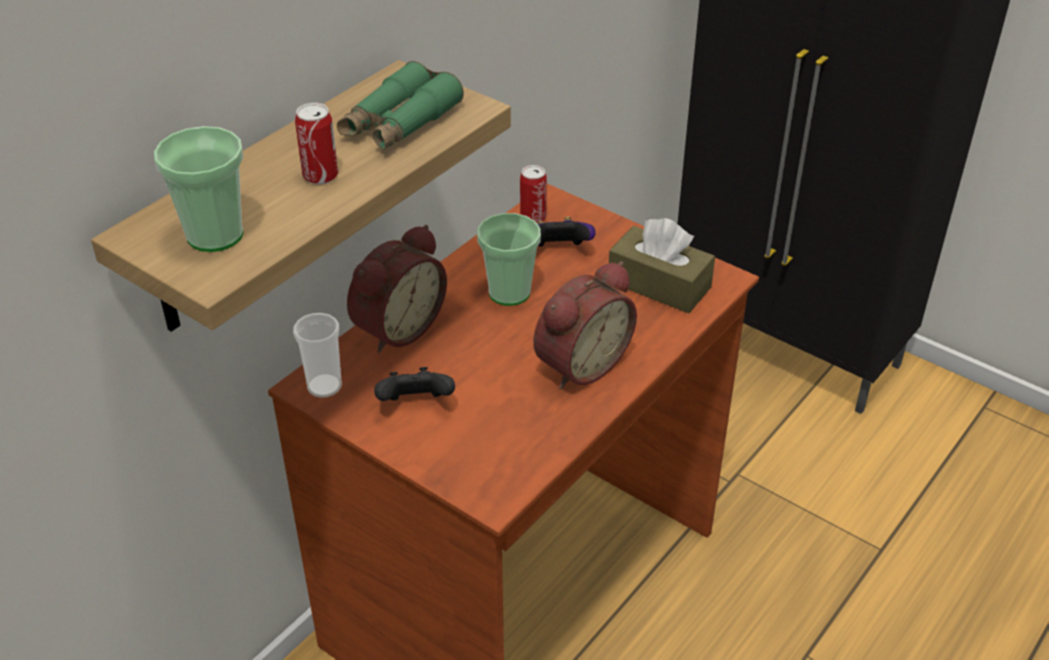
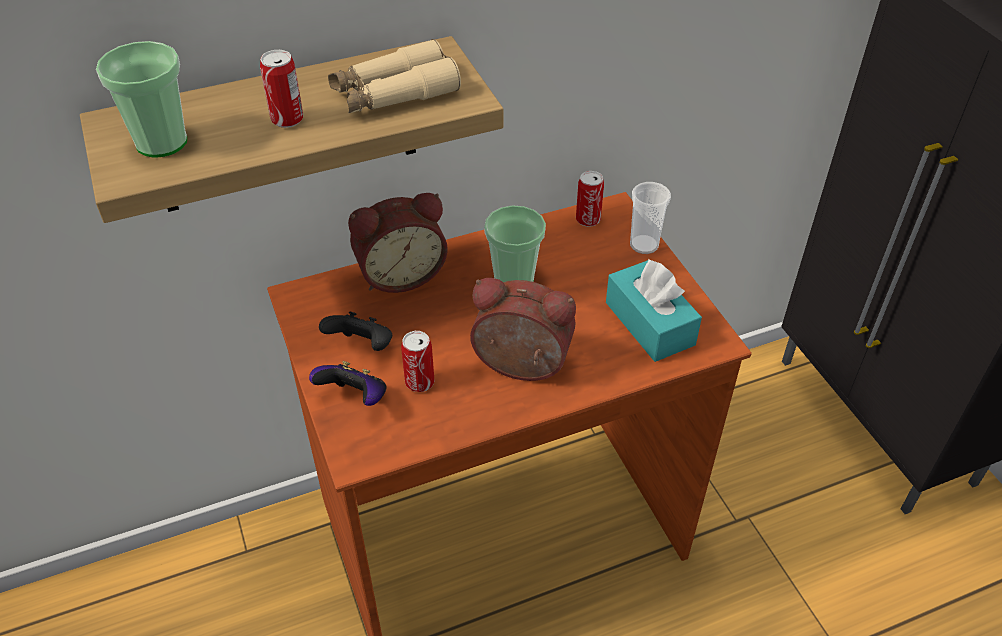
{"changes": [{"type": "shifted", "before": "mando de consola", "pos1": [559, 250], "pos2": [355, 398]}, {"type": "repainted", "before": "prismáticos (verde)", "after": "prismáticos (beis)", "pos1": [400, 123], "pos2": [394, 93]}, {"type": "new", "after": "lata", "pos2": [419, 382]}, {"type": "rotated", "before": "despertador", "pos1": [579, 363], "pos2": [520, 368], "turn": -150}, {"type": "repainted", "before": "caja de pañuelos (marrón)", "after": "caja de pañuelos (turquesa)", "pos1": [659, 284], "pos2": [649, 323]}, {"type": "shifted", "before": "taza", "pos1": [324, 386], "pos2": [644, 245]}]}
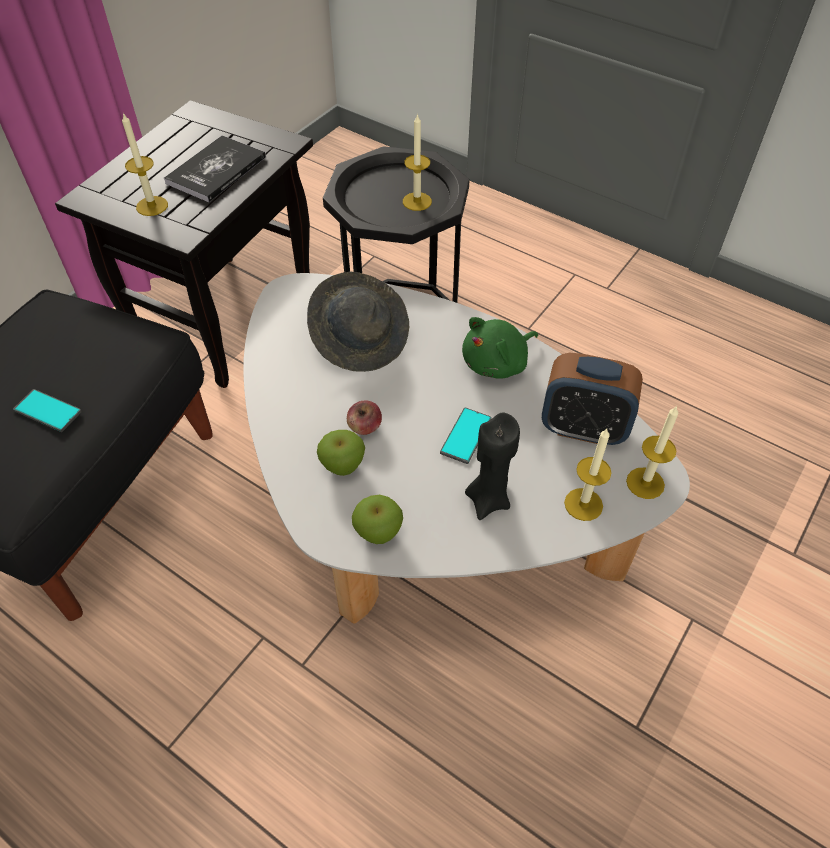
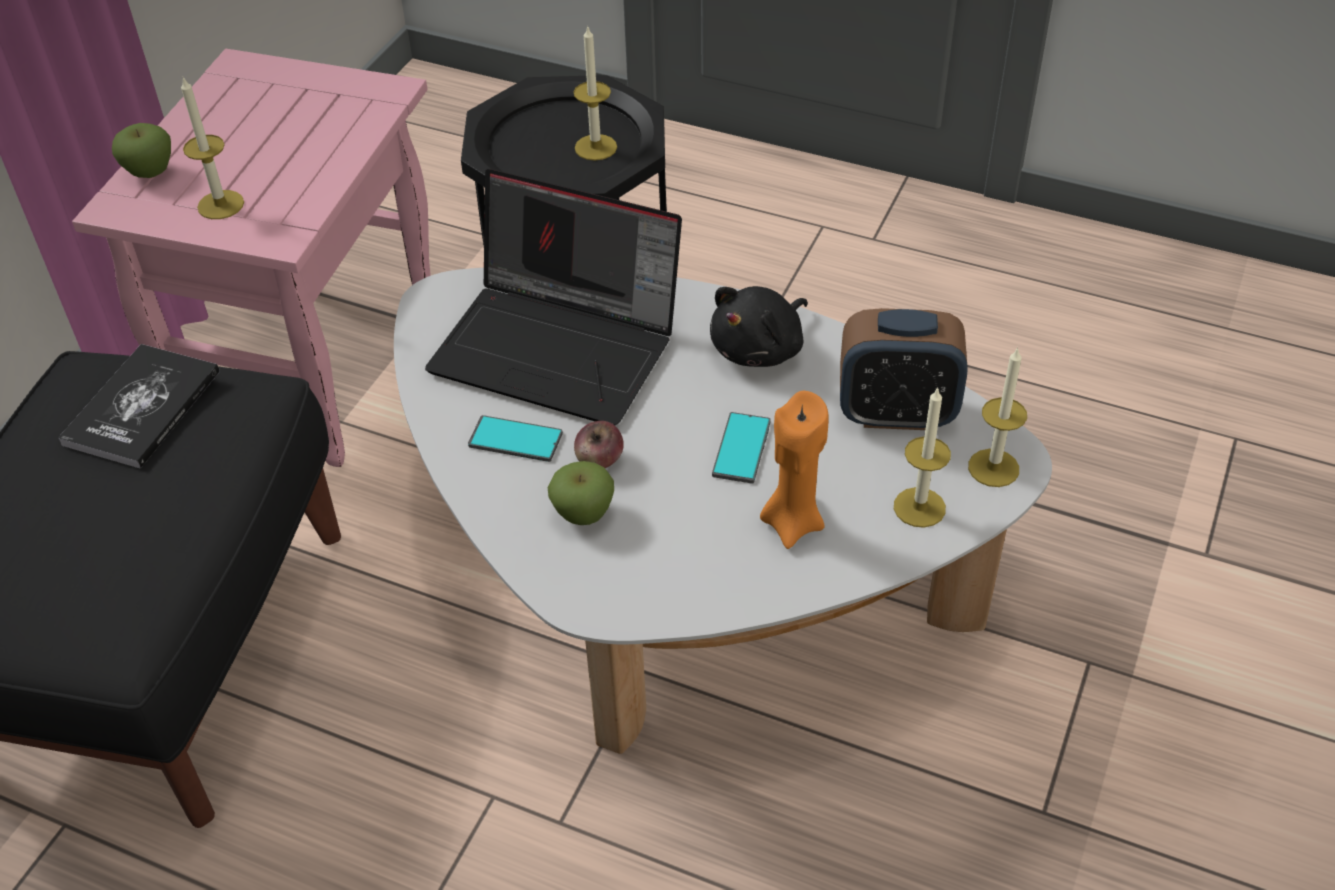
{"changes": [{"type": "shifted", "before": "libro", "pos1": [216, 170], "pos2": [142, 408]}, {"type": "repainted", "before": "mesa auxiliar (negro)", "after": "mesa auxiliar (rosa)", "pos1": [225, 321], "pos2": [314, 371]}, {"type": "shifted", "before": "manzana", "pos1": [378, 532], "pos2": [150, 172]}, {"type": "swapped", "before": "sombrero (gris)", "after": "portátil", "pos1": [360, 339], "pos2": [561, 346]}, {"type": "shifted", "before": "móvil", "pos1": [47, 411], "pos2": [515, 440]}, {"type": "repainted", "before": "peluche (verde)", "after": "peluche (negro)", "pos1": [497, 363], "pos2": [760, 349]}, {"type": "repainted", "before": "vela (negro)", "after": "vela (naranja)", "pos1": [488, 499], "pos2": [792, 522]}]}
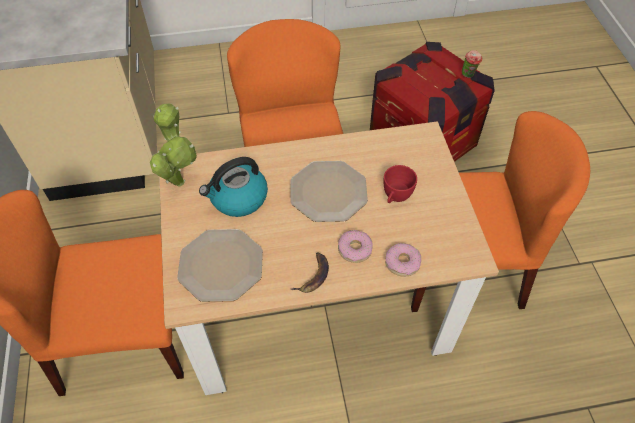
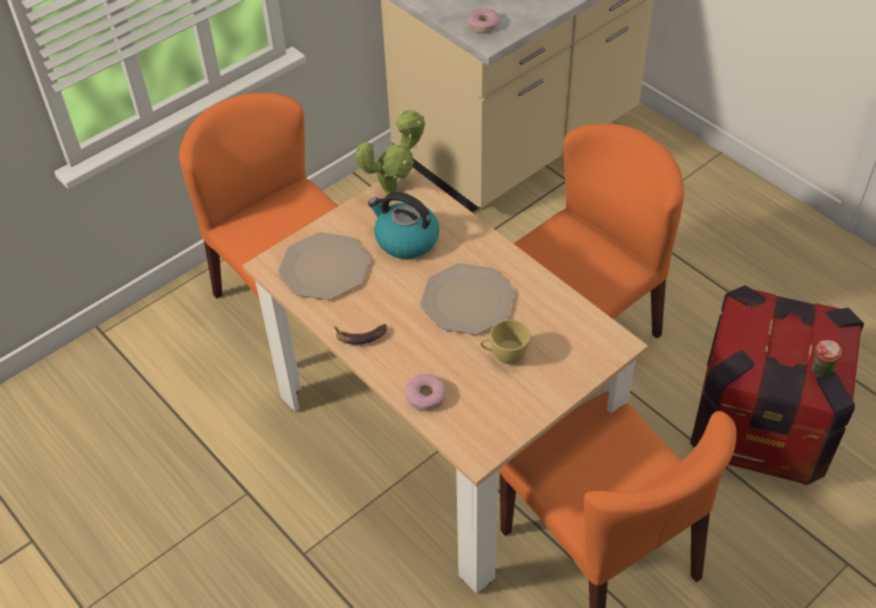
{"changes": [{"type": "shifted", "before": "rosquilla", "pos1": [354, 249], "pos2": [483, 25]}, {"type": "repainted", "before": "taza (rojo)", "after": "taza (amarillo)", "pos1": [395, 197], "pos2": [504, 355]}]}
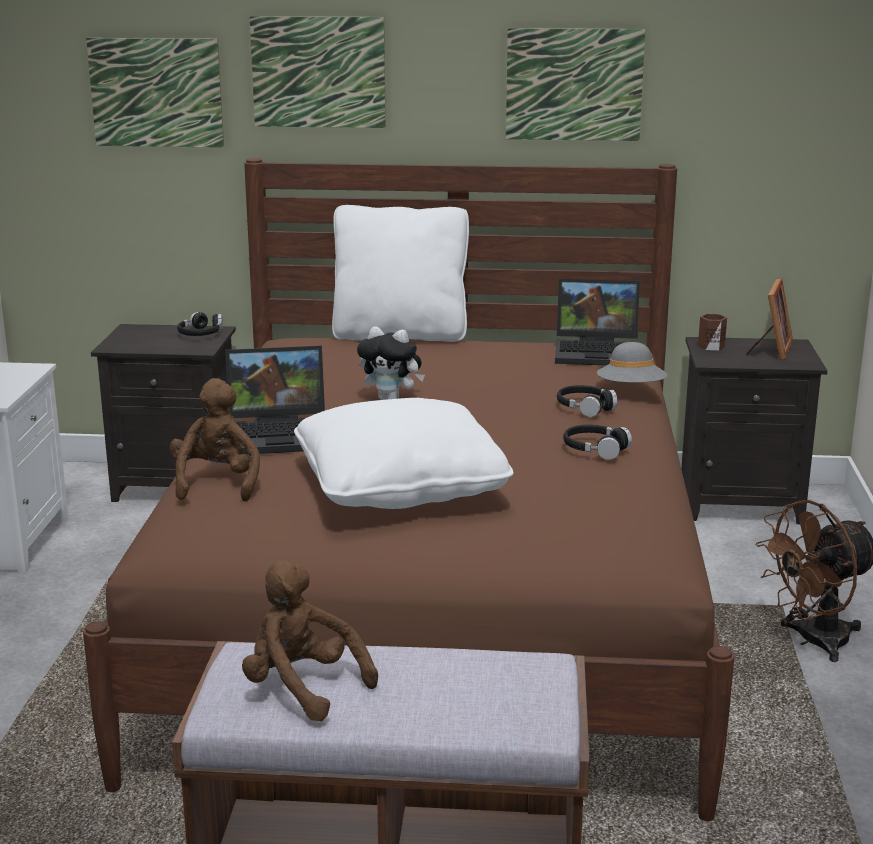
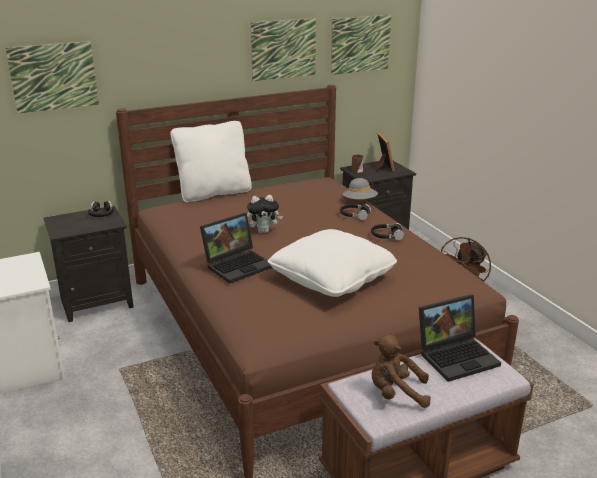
{"changes": [{"type": "shifted", "before": "cuadro", "pos1": [318, 72], "pos2": [360, 44]}, {"type": "shifted", "before": "portátil", "pos1": [598, 352], "pos2": [457, 355]}, {"type": "gone", "before": "peluche (marrón)", "pos1": [217, 483]}]}
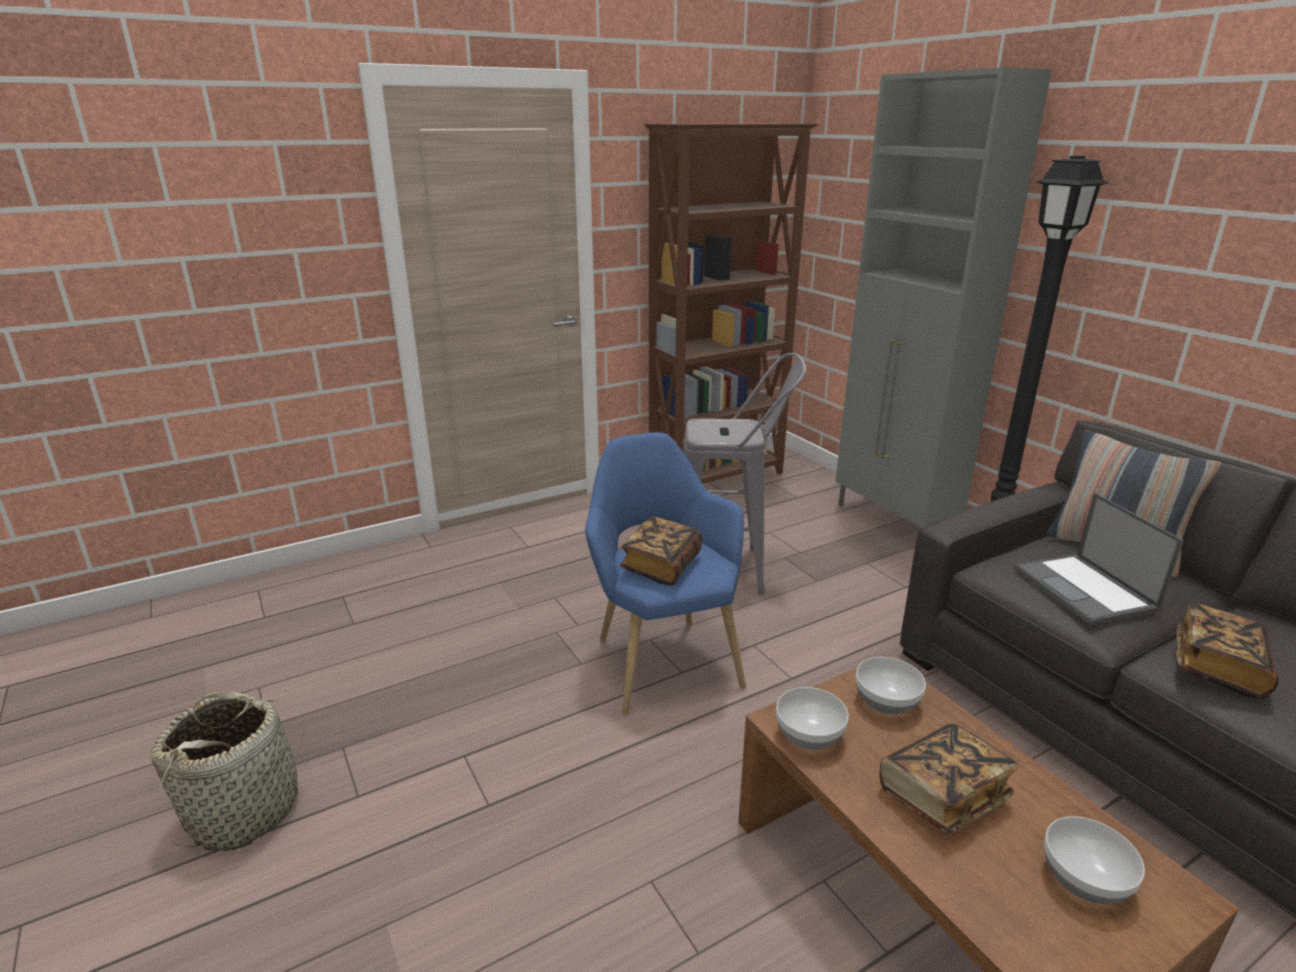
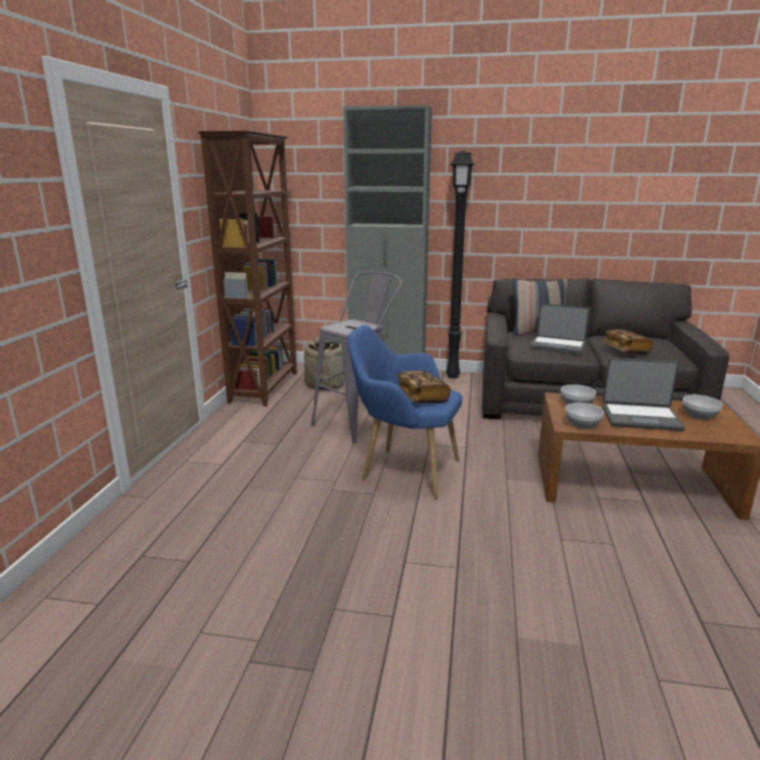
{"changes": [{"type": "shifted", "before": "cesta", "pos1": [245, 809], "pos2": [325, 385]}, {"type": "swapped", "before": "libro", "after": "portátil", "pos1": [942, 795], "pos2": [640, 417]}]}
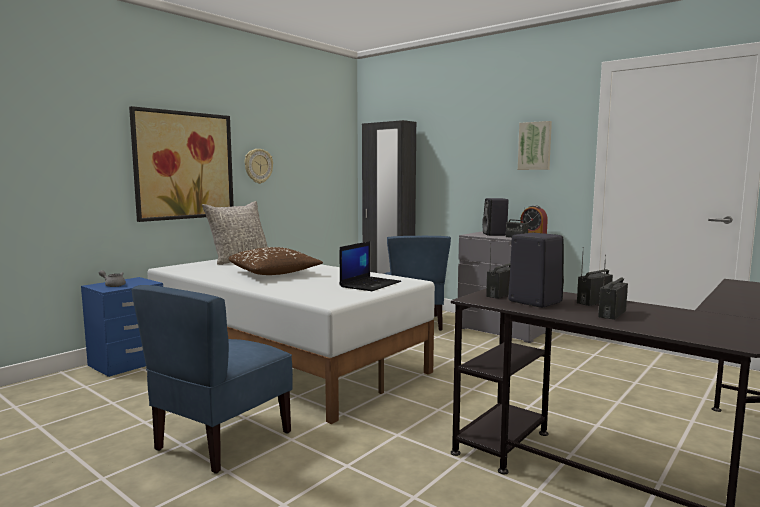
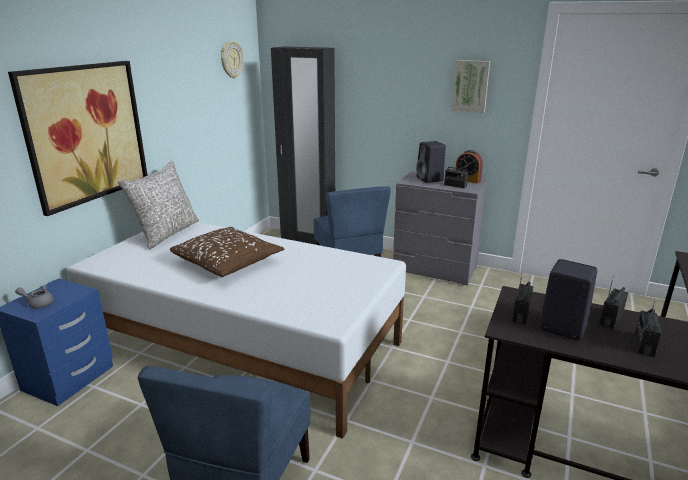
{"changes": [{"type": "shifted", "before": "reloj de pared", "pos1": [258, 166], "pos2": [231, 59]}, {"type": "gone", "before": "portátil", "pos1": [370, 284]}]}
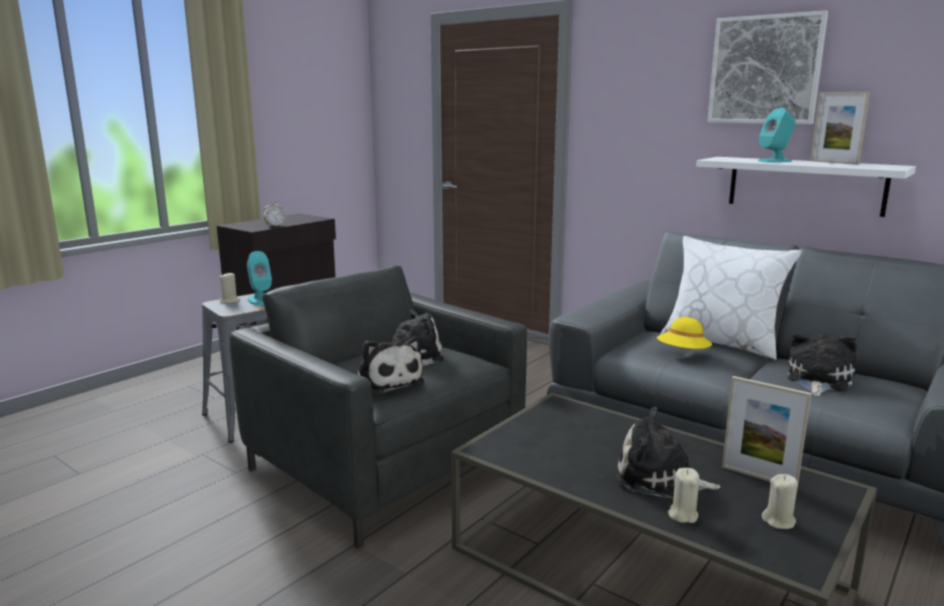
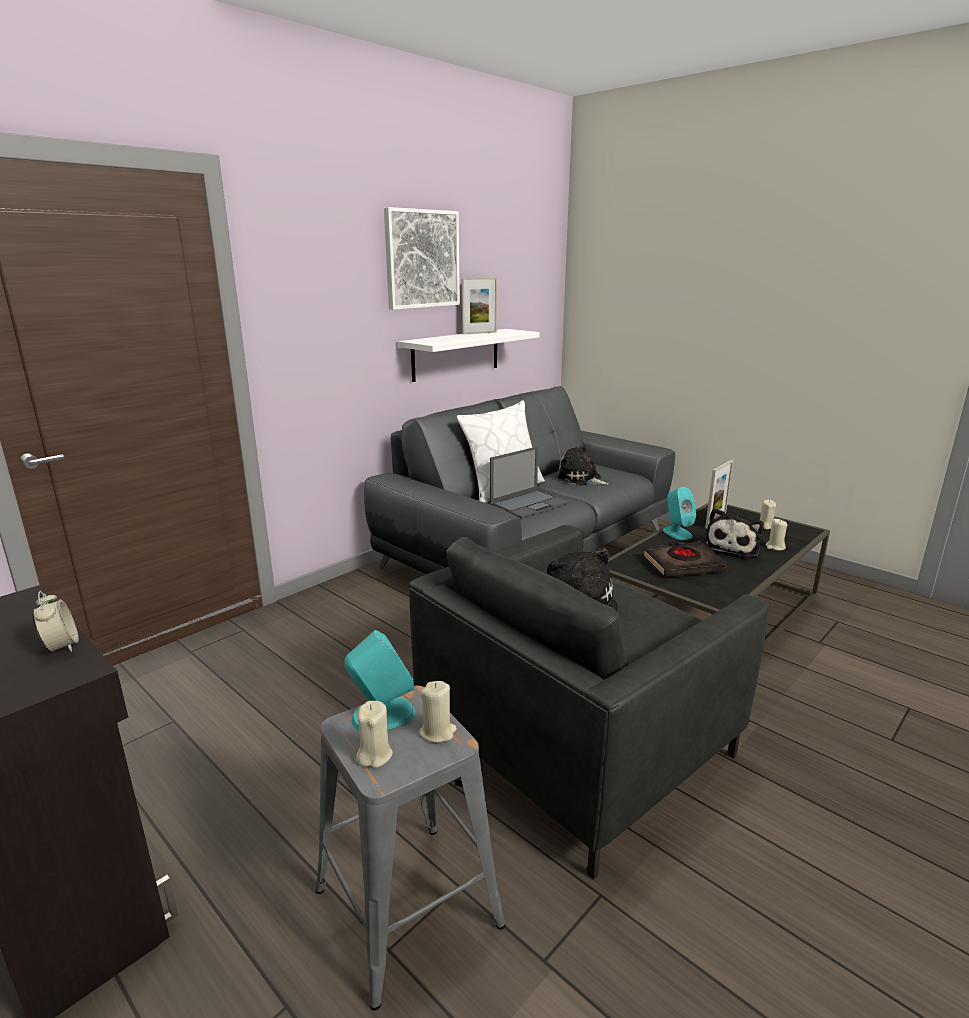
{"changes": [{"type": "new", "after": "vela (beis)", "pos2": [437, 732]}, {"type": "swapped", "before": "sombrero (amarillo)", "after": "portátil", "pos1": [683, 353], "pos2": [529, 504]}, {"type": "new", "after": "libro (negro)", "pos2": [682, 564]}, {"type": "shifted", "before": "altavoz (turquesa)", "pos1": [774, 161], "pos2": [677, 533]}, {"type": "gone", "before": "peluche", "pos1": [387, 381]}]}
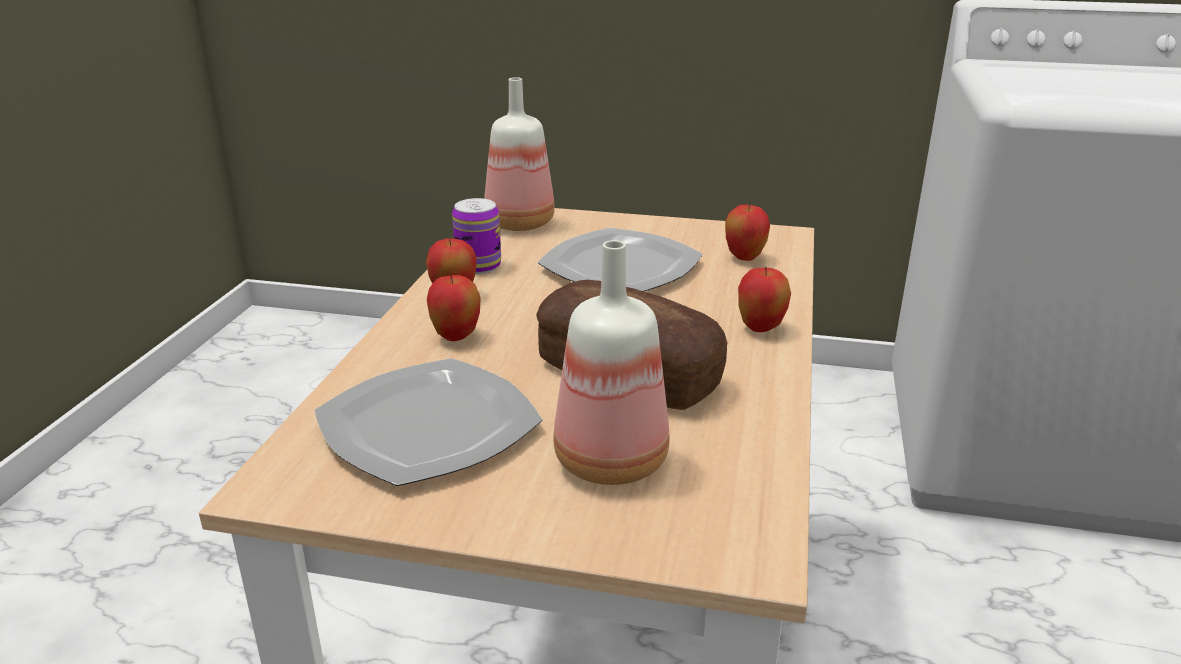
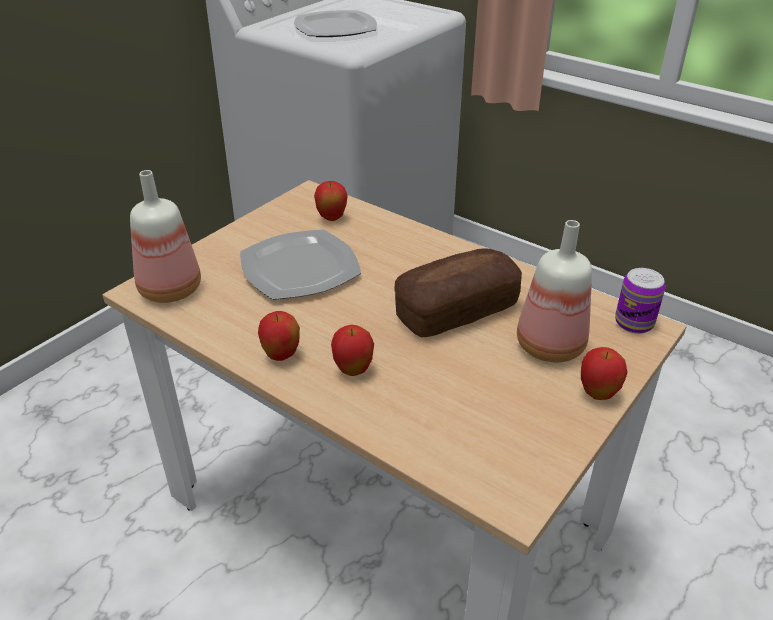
{"changes": [{"type": "shifted", "before": "plato", "pos1": [428, 427], "pos2": [336, 28]}, {"type": "shifted", "before": "manzana", "pos1": [760, 328], "pos2": [597, 394]}, {"type": "shifted", "before": "lata", "pos1": [478, 266], "pos2": [634, 323]}]}
